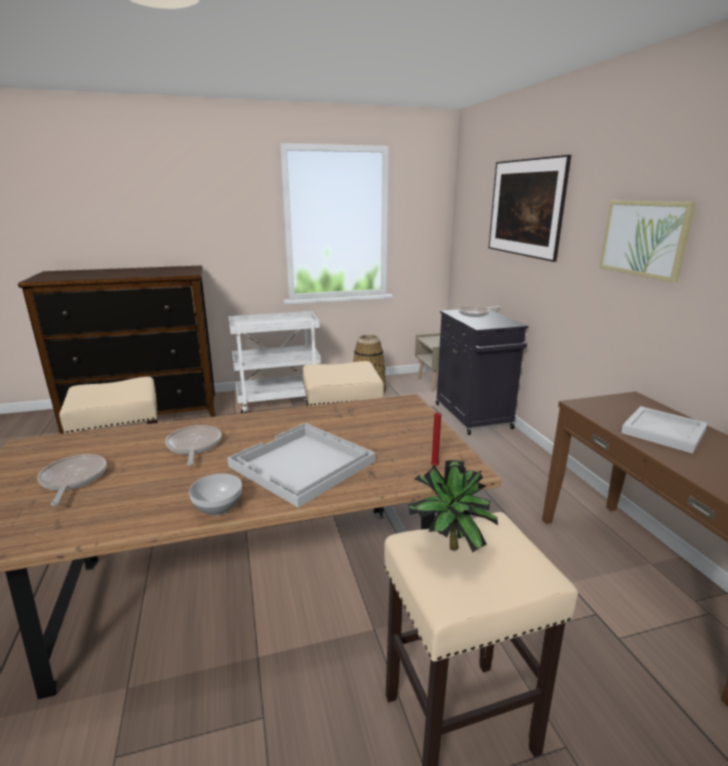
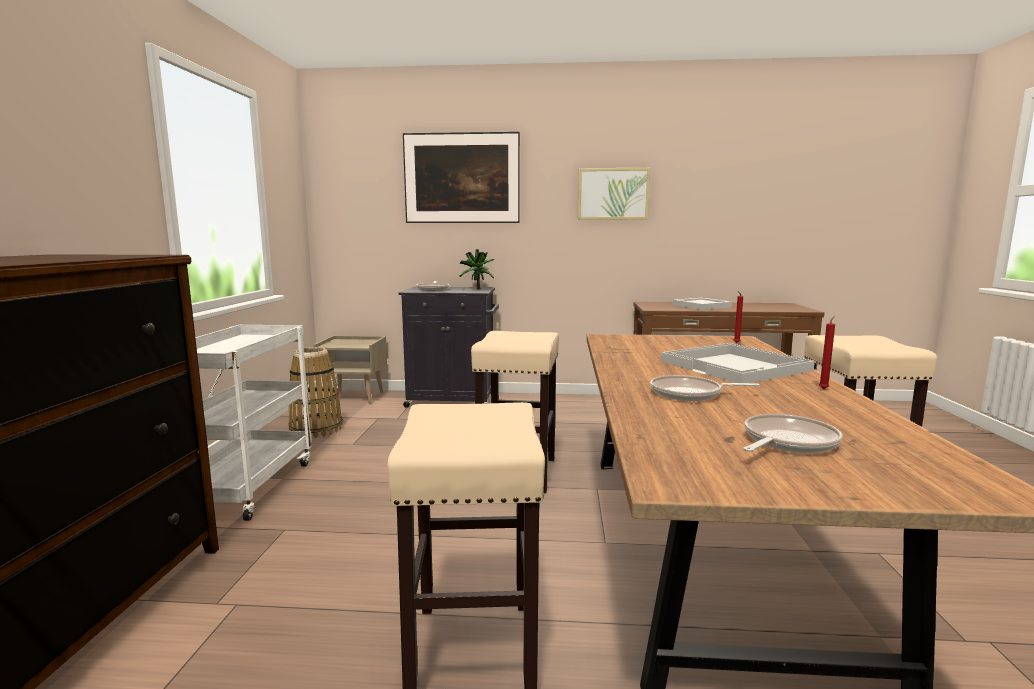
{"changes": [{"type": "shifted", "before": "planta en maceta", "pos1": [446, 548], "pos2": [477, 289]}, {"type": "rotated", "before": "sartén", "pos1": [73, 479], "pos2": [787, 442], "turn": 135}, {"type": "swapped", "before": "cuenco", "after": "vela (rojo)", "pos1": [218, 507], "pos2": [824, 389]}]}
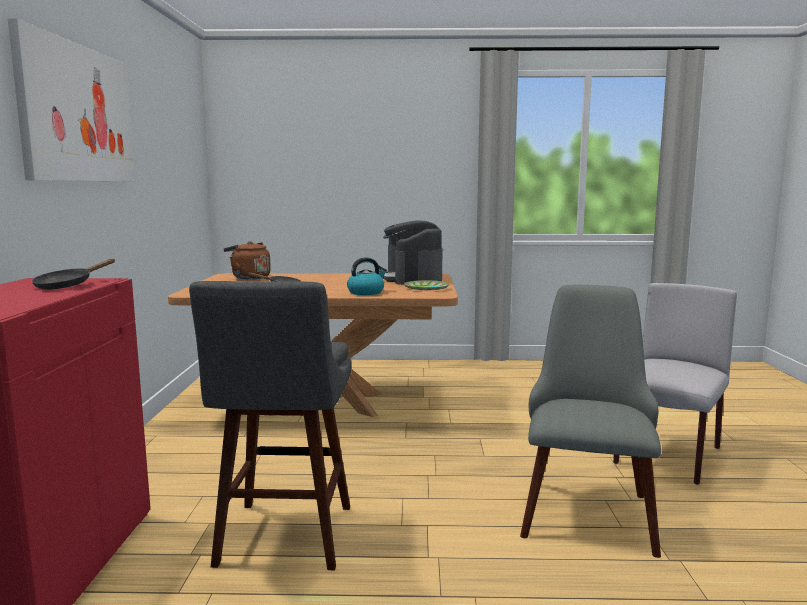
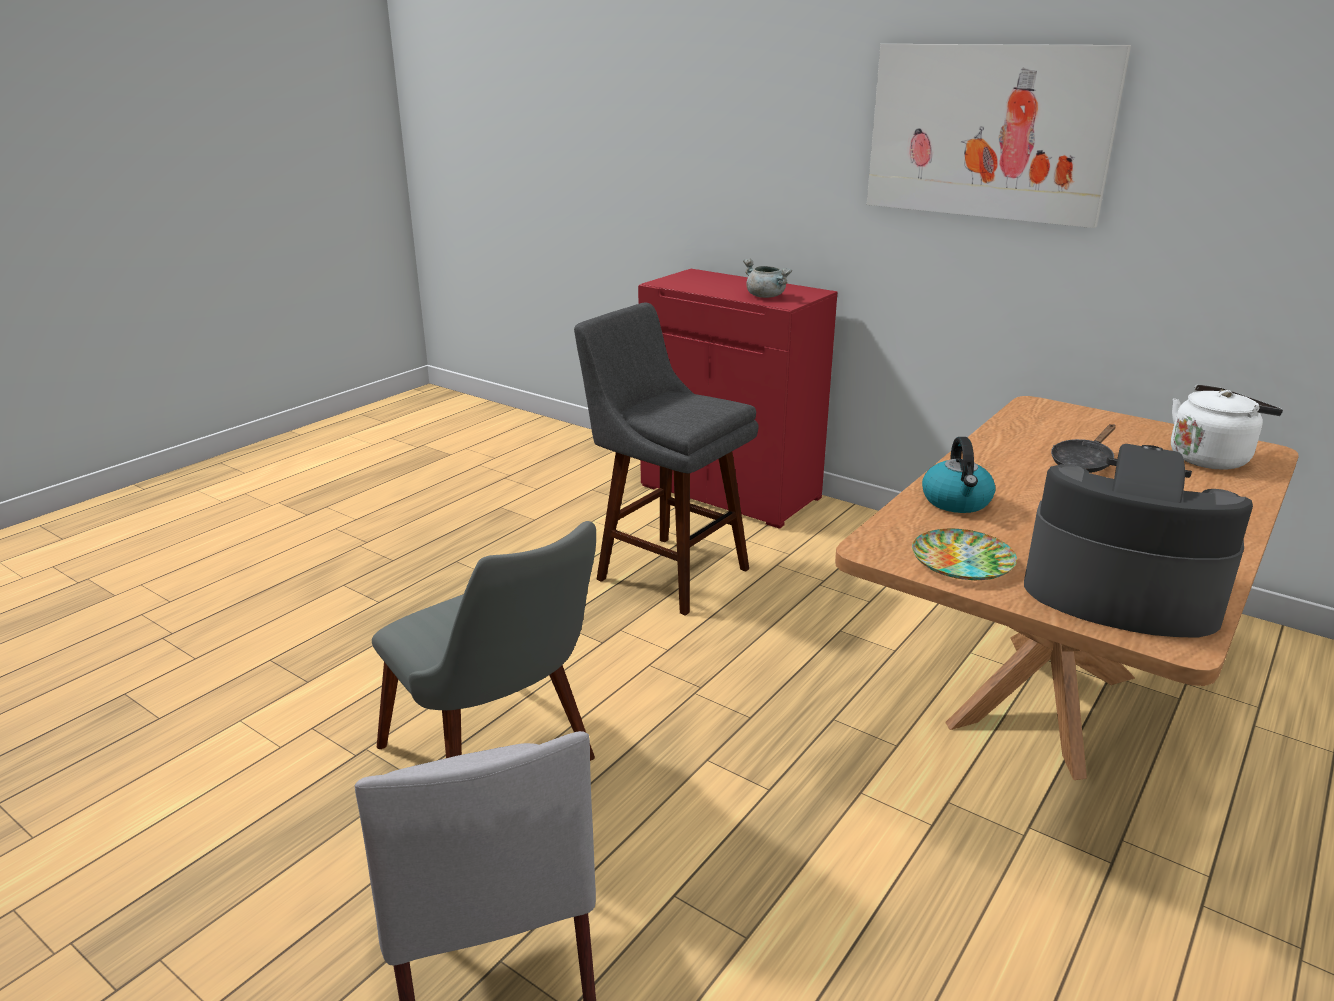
{"changes": [{"type": "swapped", "before": "sartén (negro)", "after": "olla (gris)", "pos1": [68, 285], "pos2": [766, 296]}, {"type": "repainted", "before": "hervidor (marrón)", "after": "hervidor (blanco)", "pos1": [249, 277], "pos2": [1211, 458]}]}
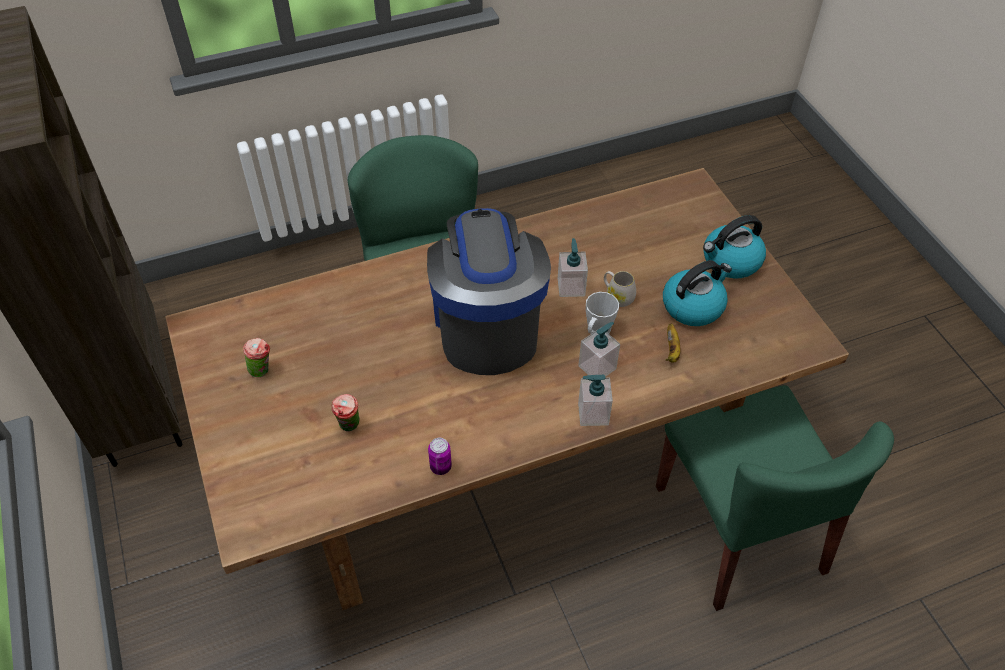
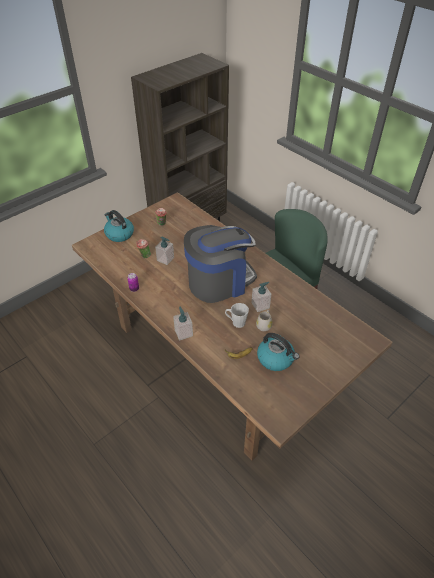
{"changes": [{"type": "shifted", "before": "hervidor", "pos1": [730, 261], "pos2": [119, 234]}, {"type": "shifted", "before": "dispensador de jabón", "pos1": [597, 367], "pos2": [165, 259]}, {"type": "gone", "before": "silla (verde)", "pos1": [739, 530]}]}
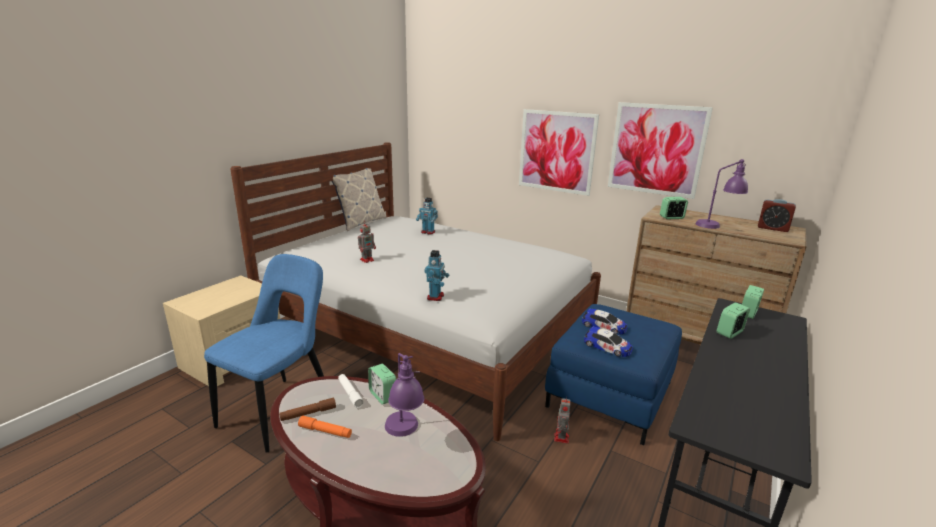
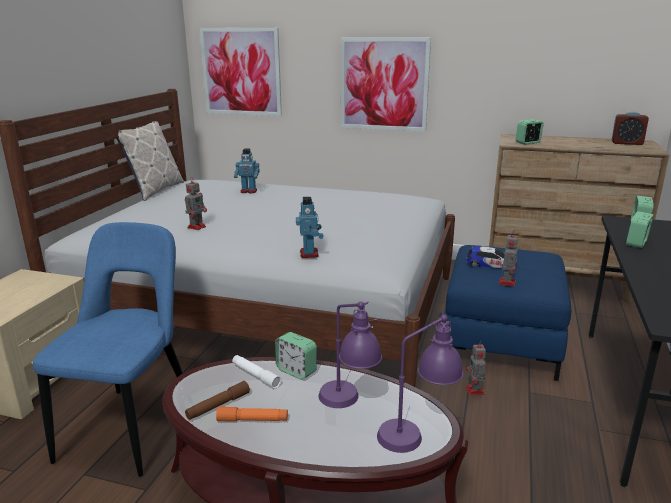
{"changes": [{"type": "shifted", "before": "cuadro", "pos1": [656, 149], "pos2": [241, 72]}, {"type": "shifted", "before": "lámpara de mesa (morado)", "pos1": [717, 225], "pos2": [417, 433]}, {"type": "swapped", "before": "coche de juguete", "after": "robot de juguete", "pos1": [607, 347], "pos2": [507, 282]}]}
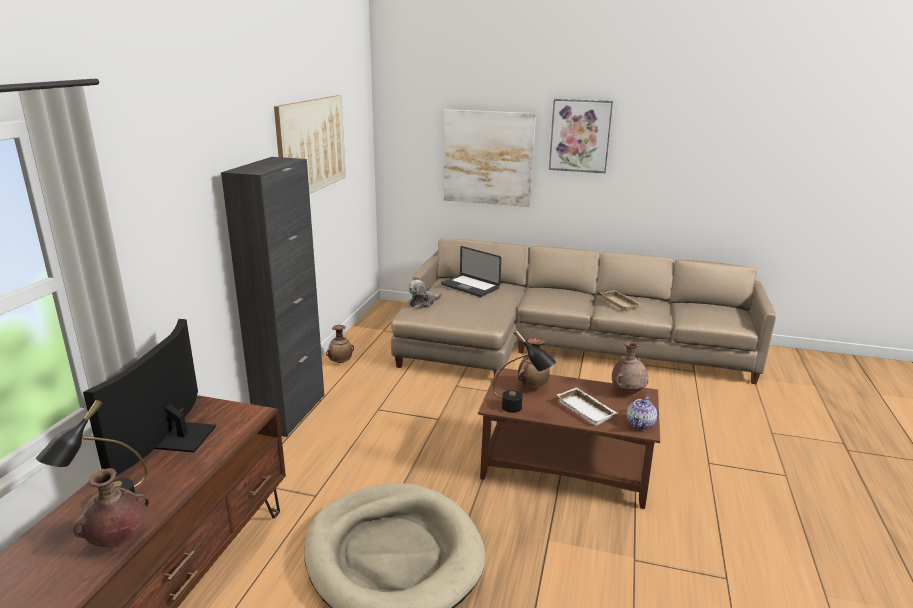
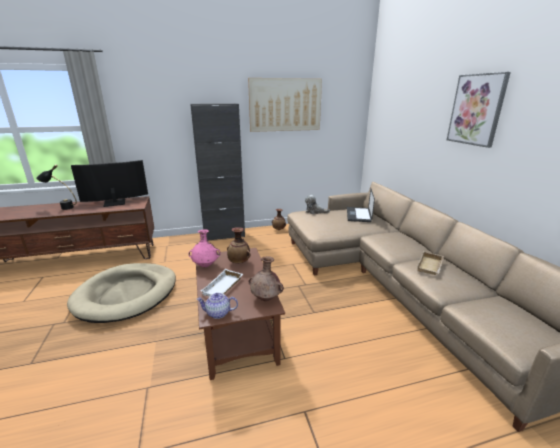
{"changes": [{"type": "swapped", "before": "lámpara de mesa (negro)", "after": "florero (rosa)", "pos1": [520, 410], "pos2": [206, 265]}, {"type": "gone", "before": "florero (marrón)", "pos1": [117, 540]}, {"type": "gone", "before": "cuadro", "pos1": [488, 158]}]}
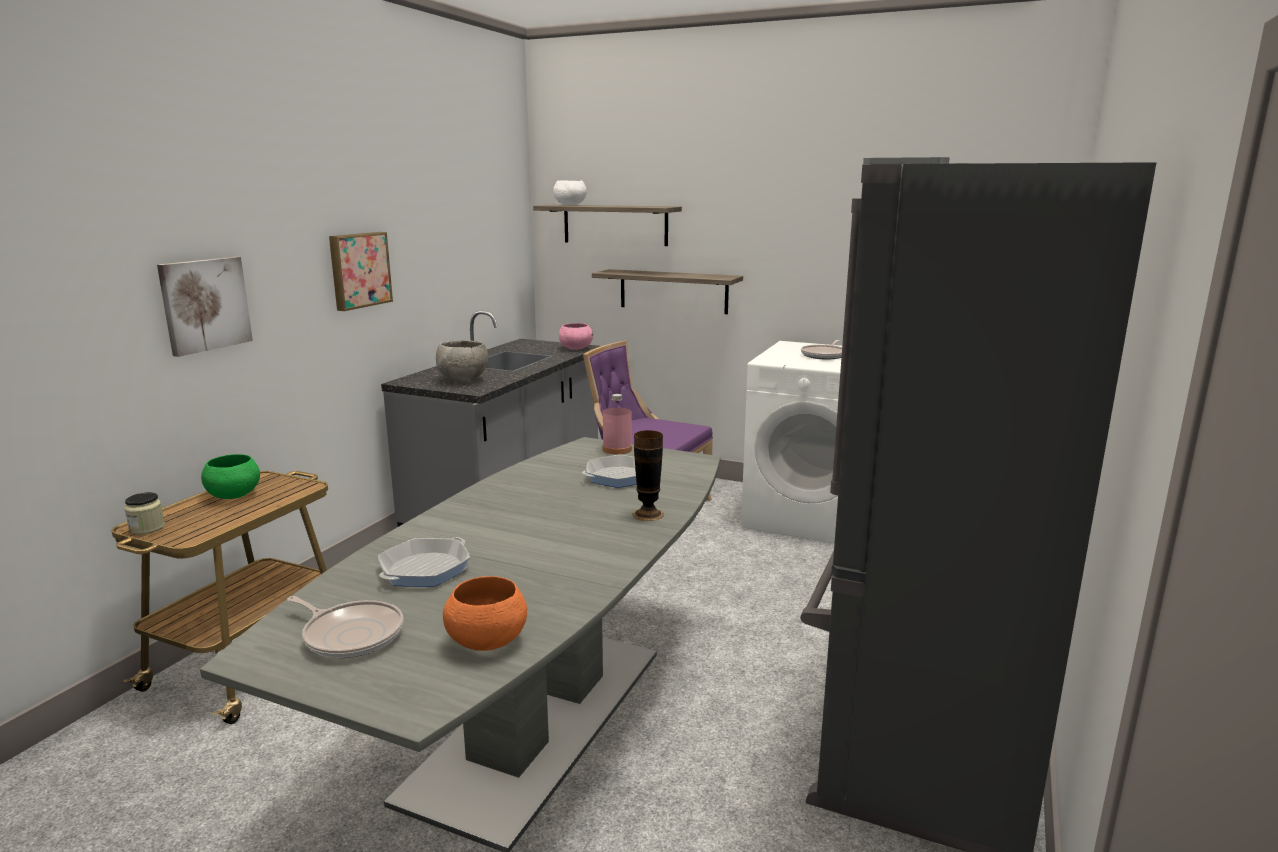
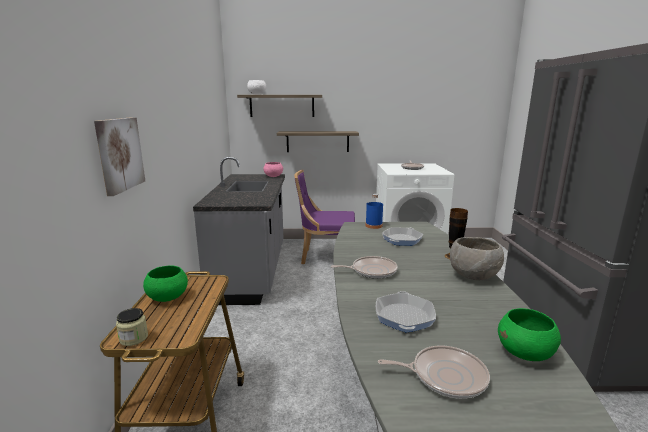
{"changes": [{"type": "new", "after": "sartén", "pos2": [371, 271]}, {"type": "repainted", "before": "botella (rosa)", "after": "botella (azul)", "pos1": [617, 449], "pos2": [374, 225]}, {"type": "shifted", "before": "cuenco (gris)", "pos1": [463, 380], "pos2": [474, 276]}, {"type": "repainted", "before": "cuenco (naranja)", "after": "cuenco (verde)", "pos1": [487, 642], "pos2": [525, 353]}, {"type": "gone", "before": "cuadro", "pos1": [359, 270]}]}
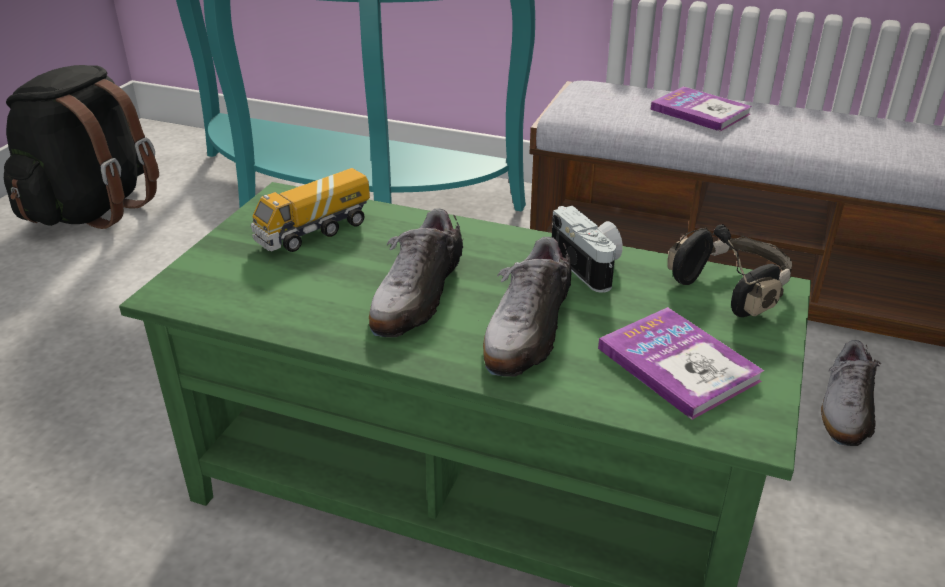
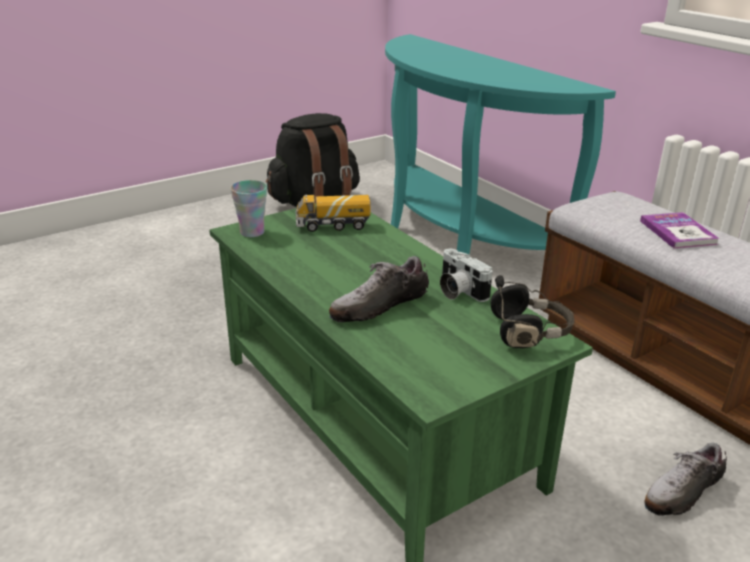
{"changes": [{"type": "new", "after": "taza", "pos2": [252, 232]}, {"type": "rotated", "before": "cámara", "pos1": [591, 266], "pos2": [458, 291], "turn": 135}, {"type": "gone", "before": "zapato", "pos1": [417, 295]}, {"type": "gone", "before": "libro", "pos1": [678, 364]}]}
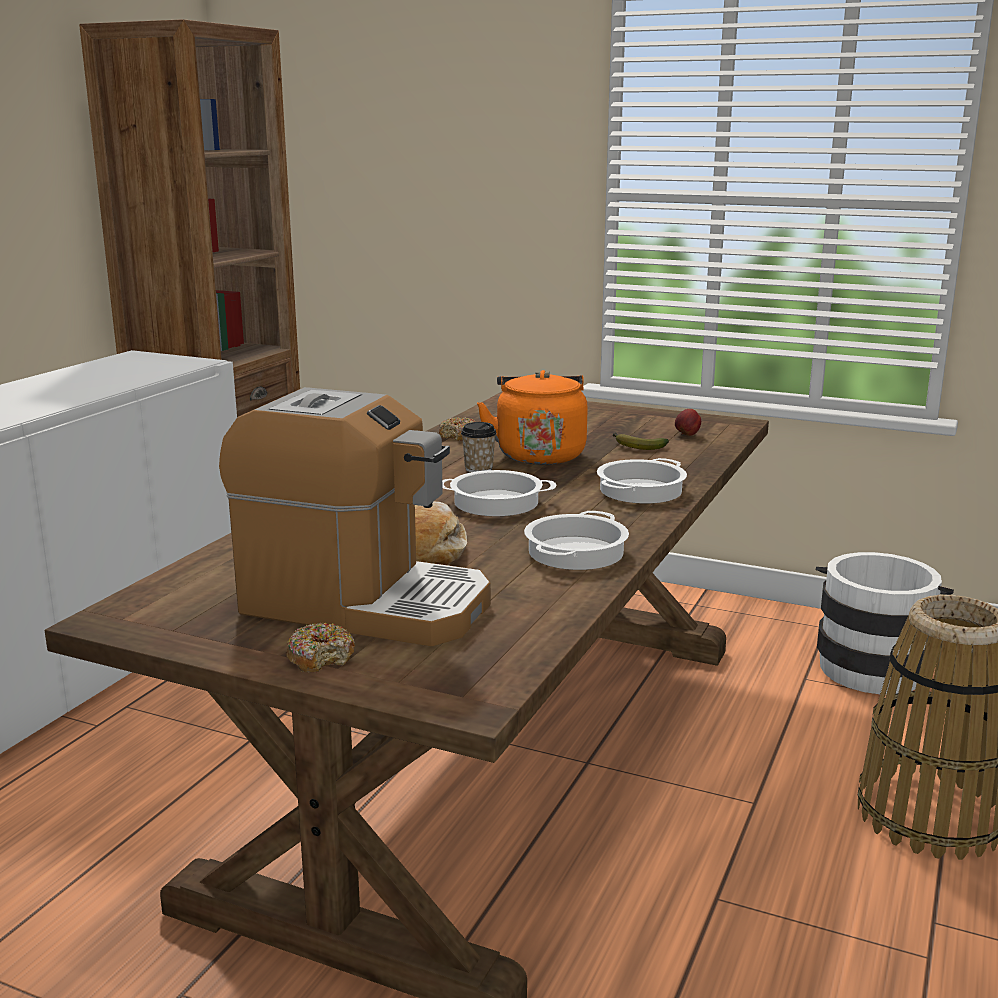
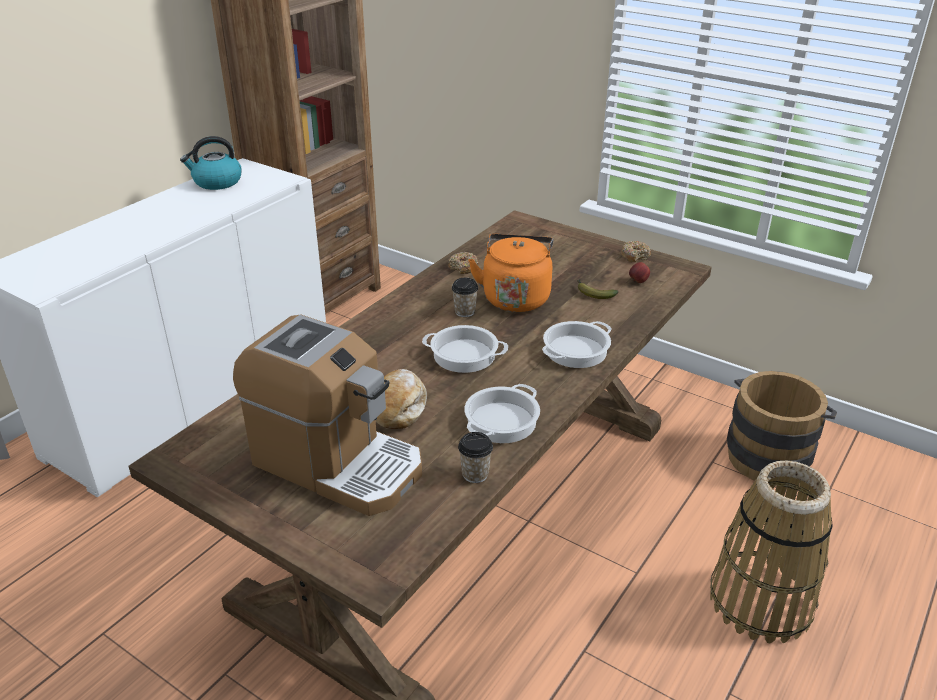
{"changes": [{"type": "new", "after": "hervidor", "pos2": [216, 182]}, {"type": "new", "after": "taza", "pos2": [475, 474]}, {"type": "shifted", "before": "rosquilla", "pos1": [321, 658], "pos2": [635, 256]}, {"type": "repainted", "before": "cubo (blanco)", "after": "cubo (marrón)", "pos1": [872, 665], "pos2": [769, 454]}]}
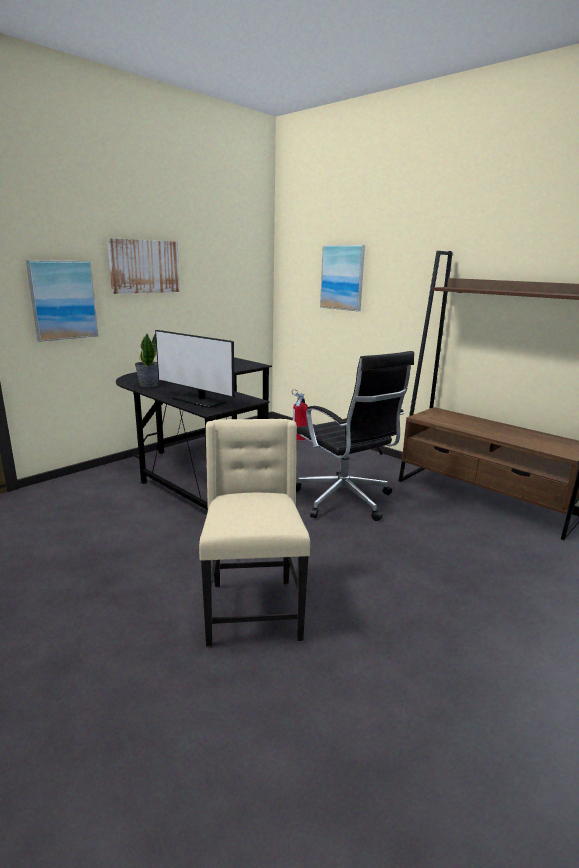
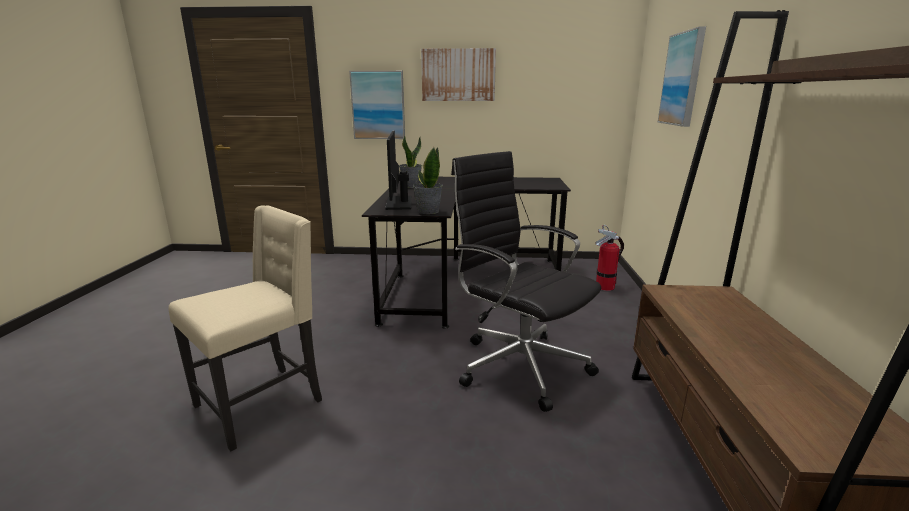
{"changes": [{"type": "new", "after": "planta en maceta", "pos2": [428, 211]}, {"type": "rotated", "before": "silla de oficina (negro)", "pos1": [345, 501], "pos2": [519, 365], "turn": 120}]}
